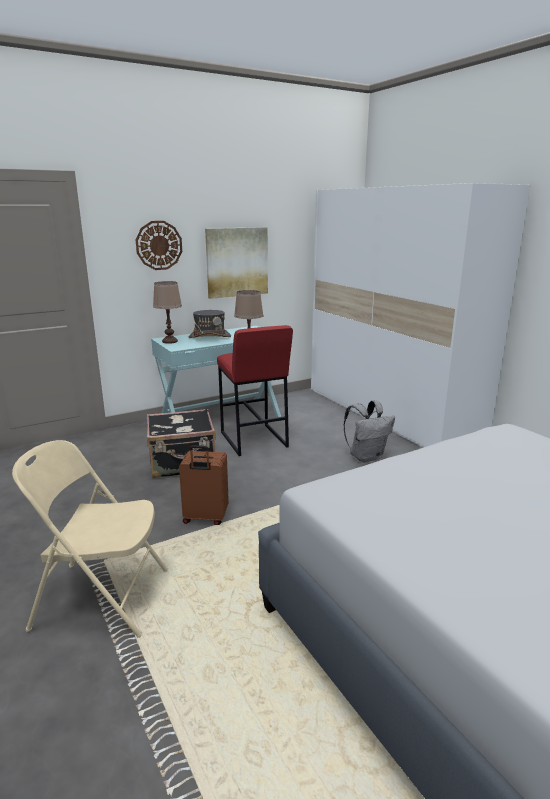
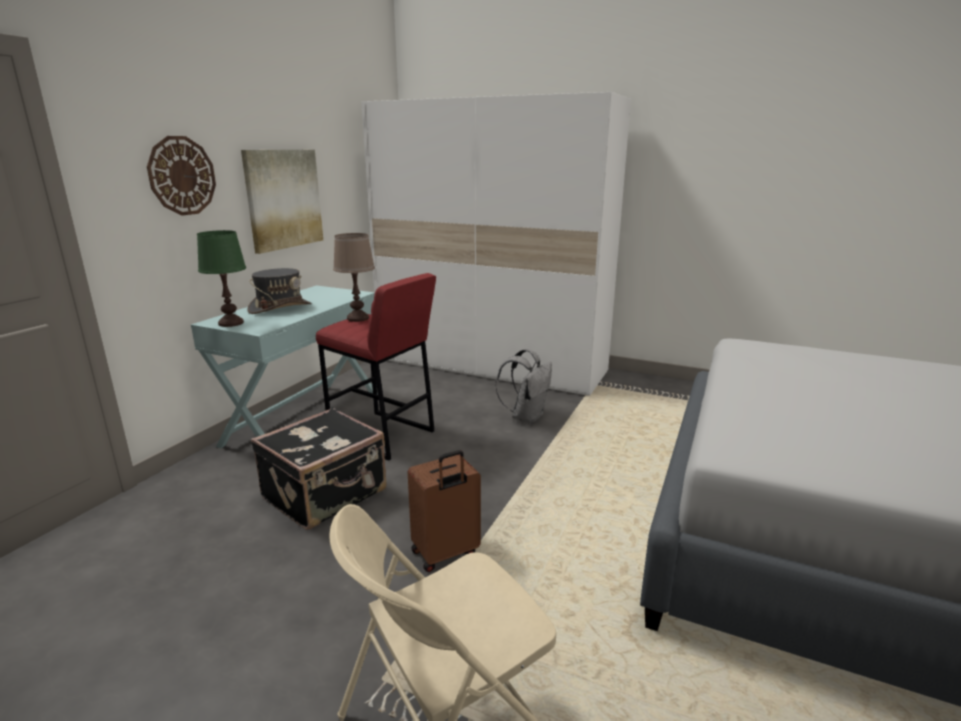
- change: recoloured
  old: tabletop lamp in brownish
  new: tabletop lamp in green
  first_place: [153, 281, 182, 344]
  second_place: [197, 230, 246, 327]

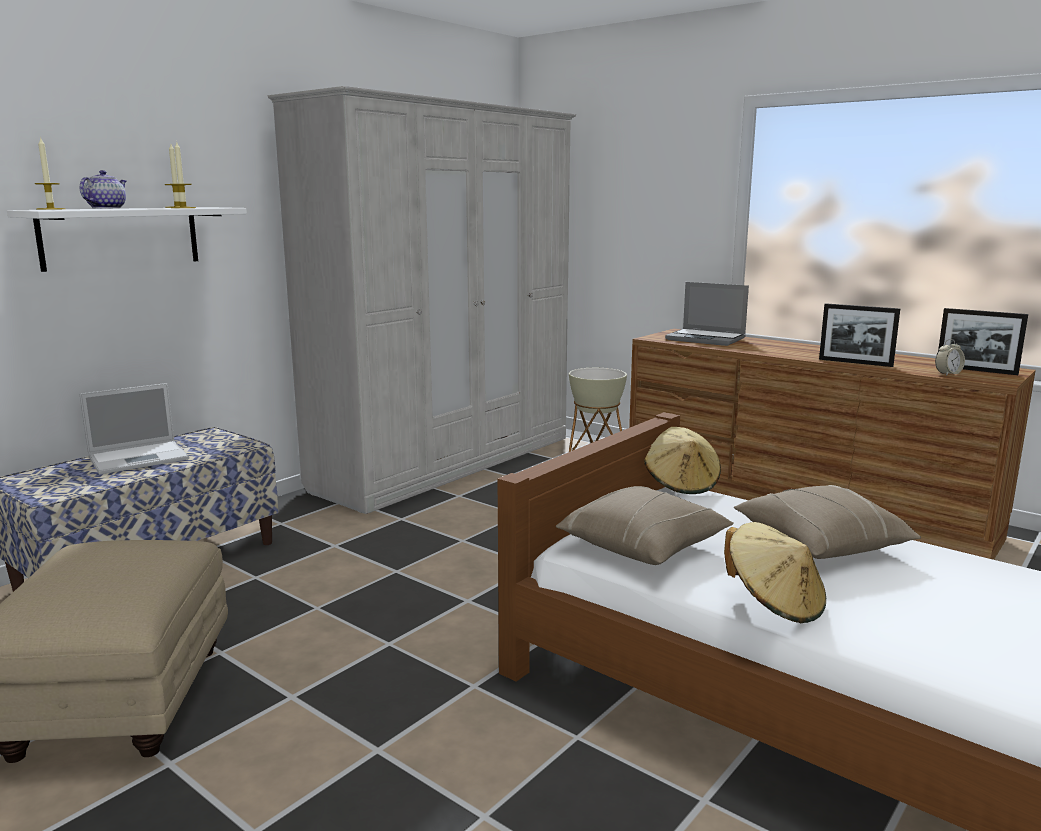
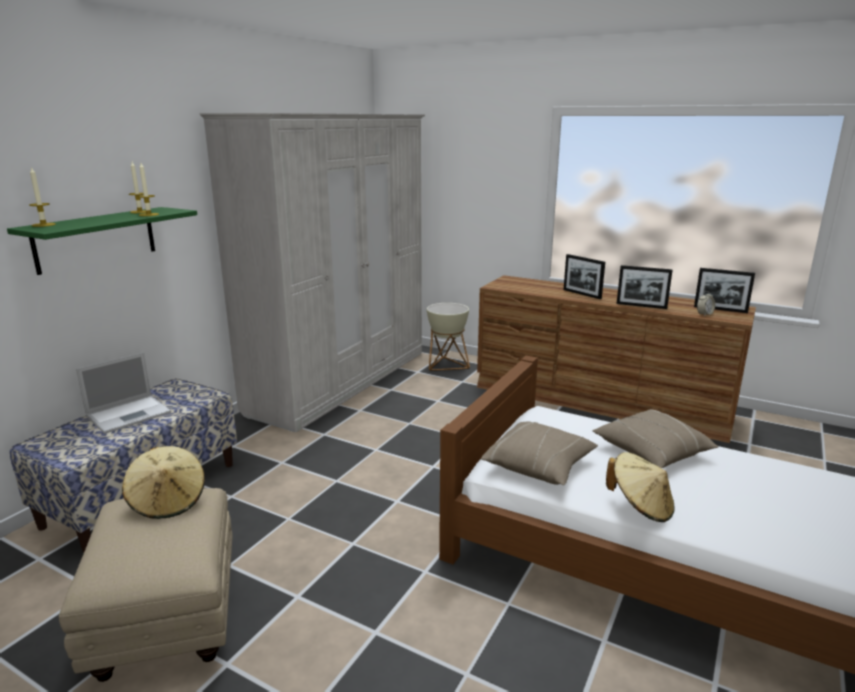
- change: removed
  old: teapot
  first_place: [80, 170, 126, 209]
- change: recoloured
  old: bracket shelf in white
  new: bracket shelf in green
  first_place: [7, 207, 247, 272]
  second_place: [7, 207, 197, 275]
- change: removed
  old: portable computer
  first_place: [665, 282, 749, 346]
- change: moved
  old: hat in sand-coloured
  first_place: [644, 427, 721, 494]
  second_place: [122, 446, 205, 519]
- change: added
  new: standing frame
  second_place: [564, 254, 605, 299]

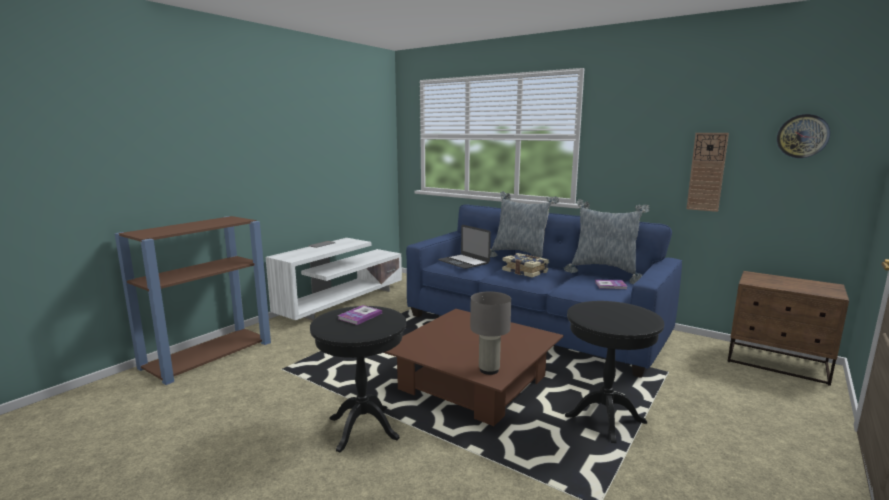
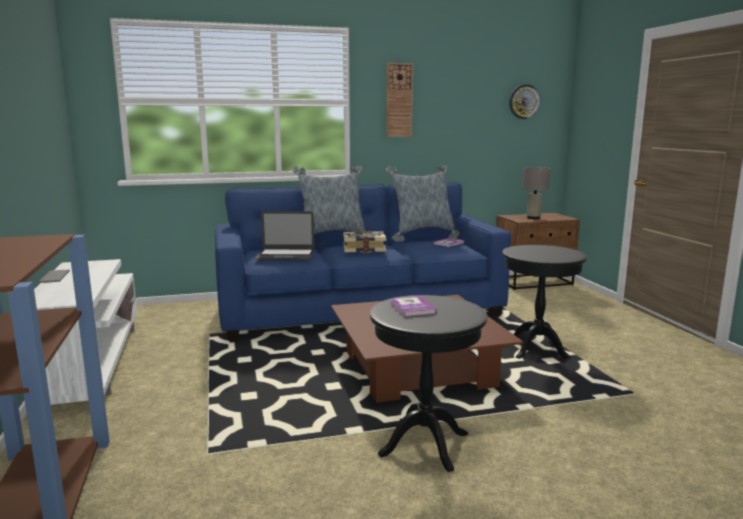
- change: moved
  old: clock on the wall
  first_place: [686, 133, 729, 212]
  second_place: [386, 63, 413, 137]
- change: moved
  old: tabletop lamp in gray
  first_place: [470, 291, 511, 375]
  second_place: [523, 167, 550, 219]

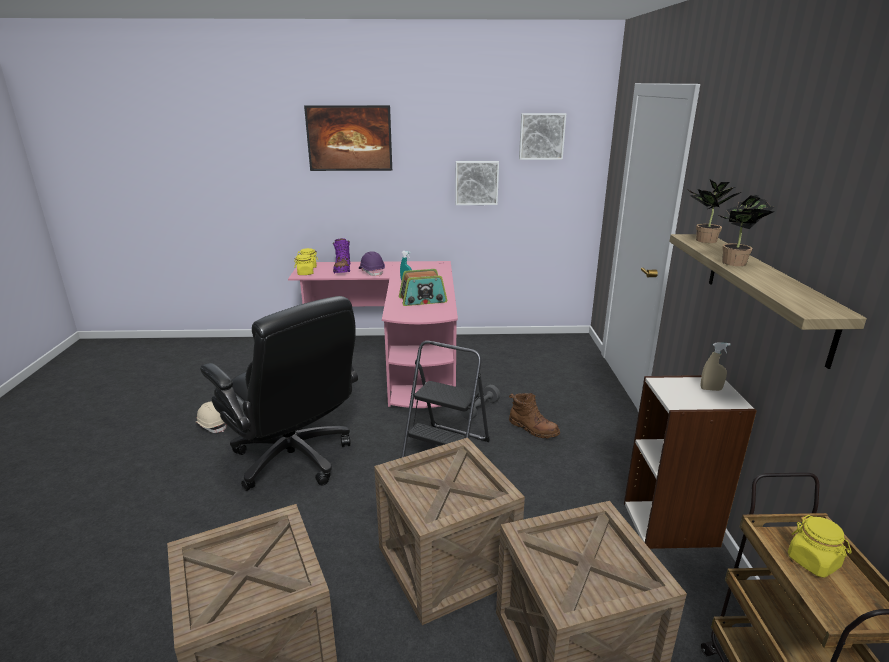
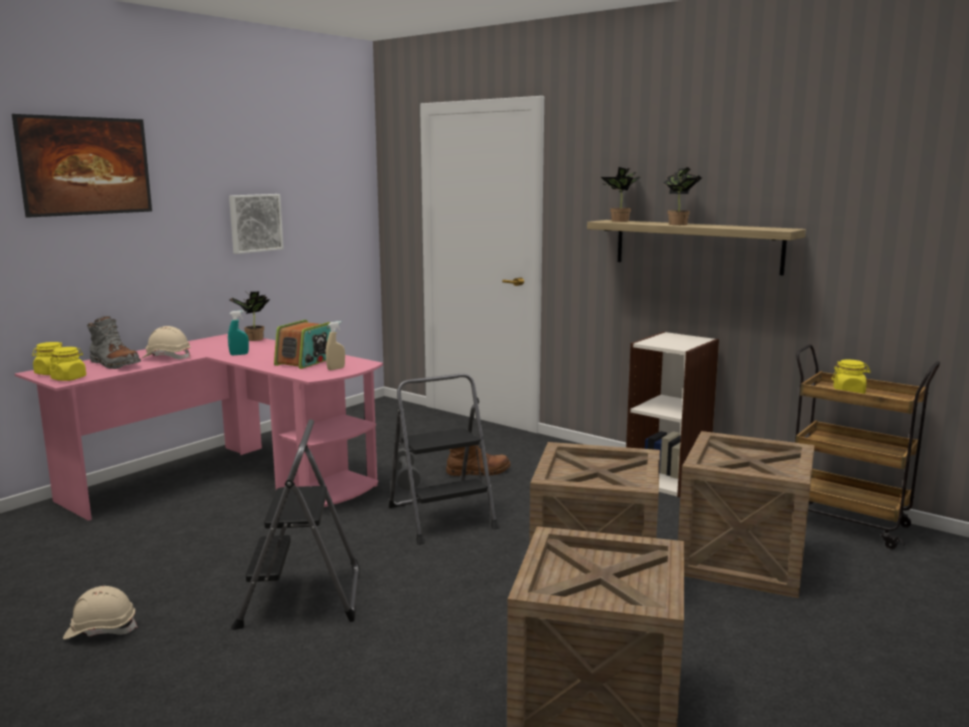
- change: removed
  old: wall art
  first_place: [519, 113, 566, 160]
- change: recoloured
  old: boot in purple-coloured
  new: boot in gray
  first_place: [333, 238, 350, 273]
  second_place: [87, 316, 141, 369]
- change: recoloured
  old: hard hat in purple-coloured
  new: hard hat in sand-coloured
  first_place: [359, 251, 385, 277]
  second_place: [142, 326, 191, 359]
- change: replaced
  old: desk chair in black-coloured
  new: step stool in black-coloured
  first_place: [200, 296, 358, 491]
  second_place: [231, 419, 360, 630]
- change: moved
  old: sprayer in sand-coloured
  first_place: [701, 342, 731, 391]
  second_place: [326, 321, 345, 370]
- change: added
  new: potted plant
  second_place: [230, 291, 270, 341]

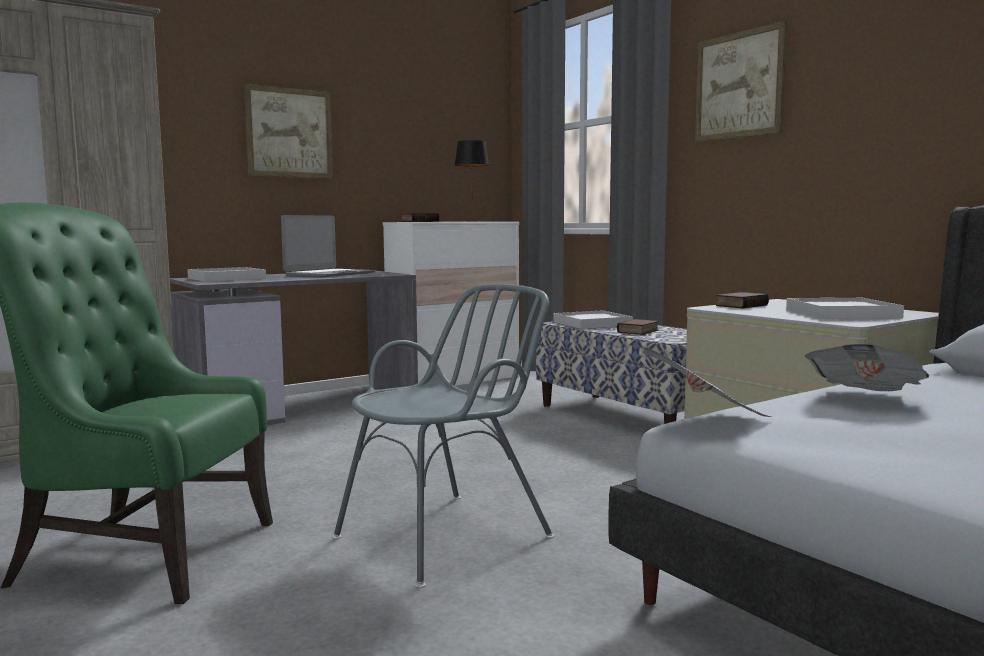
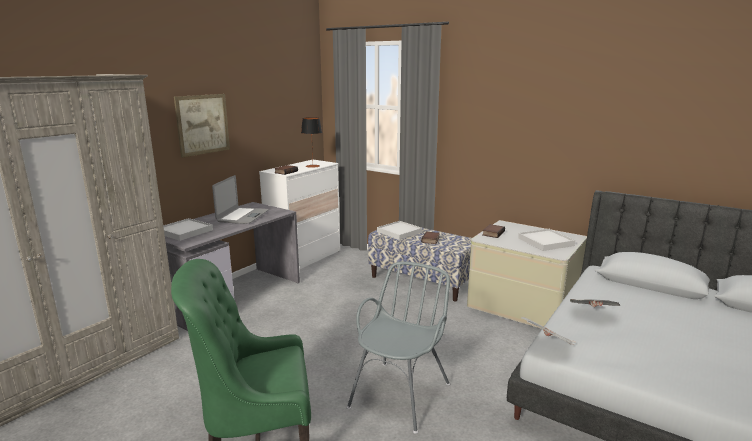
- change: removed
  old: wall art
  first_place: [695, 21, 787, 143]

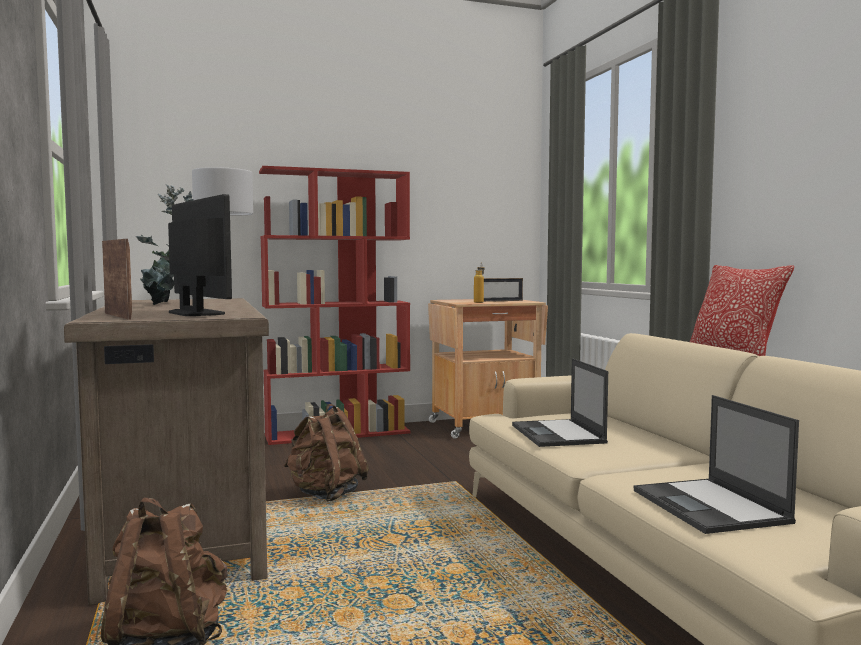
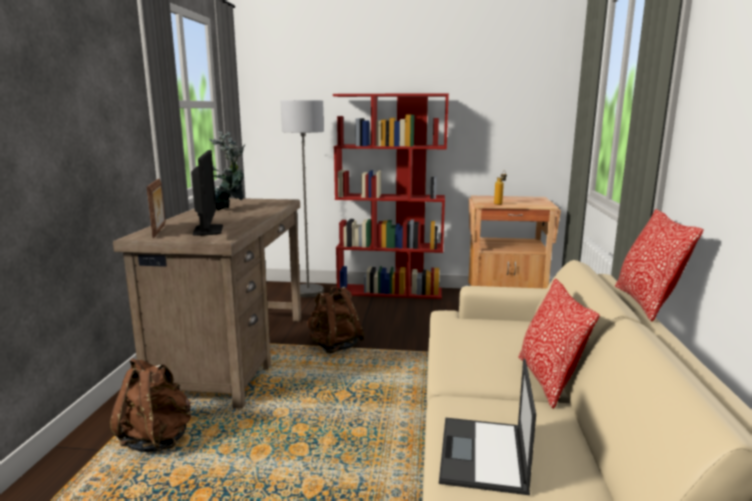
- change: removed
  old: standing frame
  first_place: [484, 278, 523, 302]
- change: removed
  old: portable computer
  first_place: [512, 358, 608, 447]
- change: added
  new: cushion
  second_place: [518, 279, 600, 409]

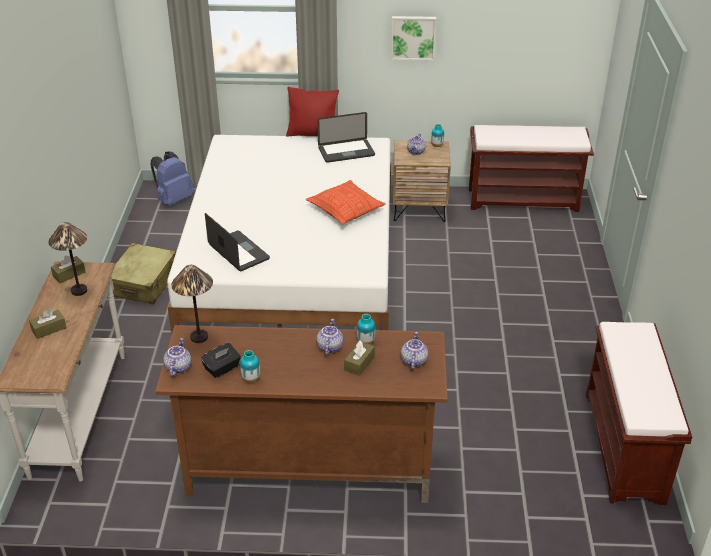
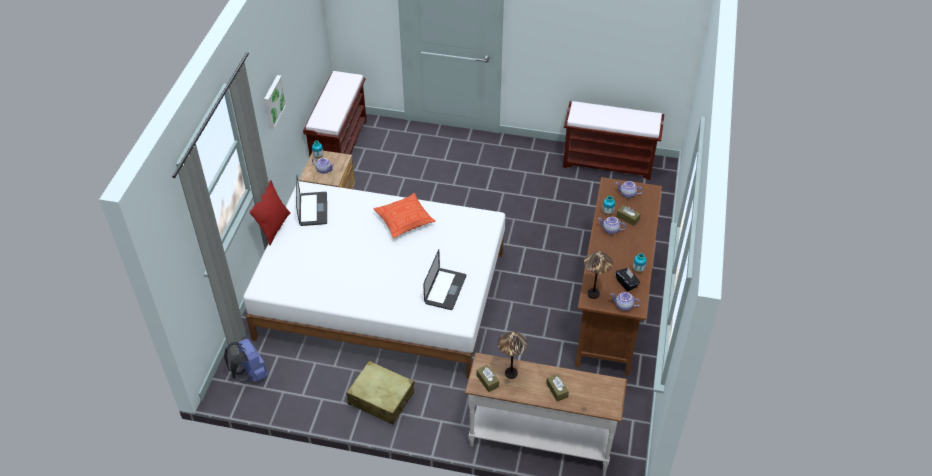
- change: turned
  old: portable computer
  first_place: [205, 213, 270, 271]
  second_place: [423, 250, 466, 310]
  degrees: 135

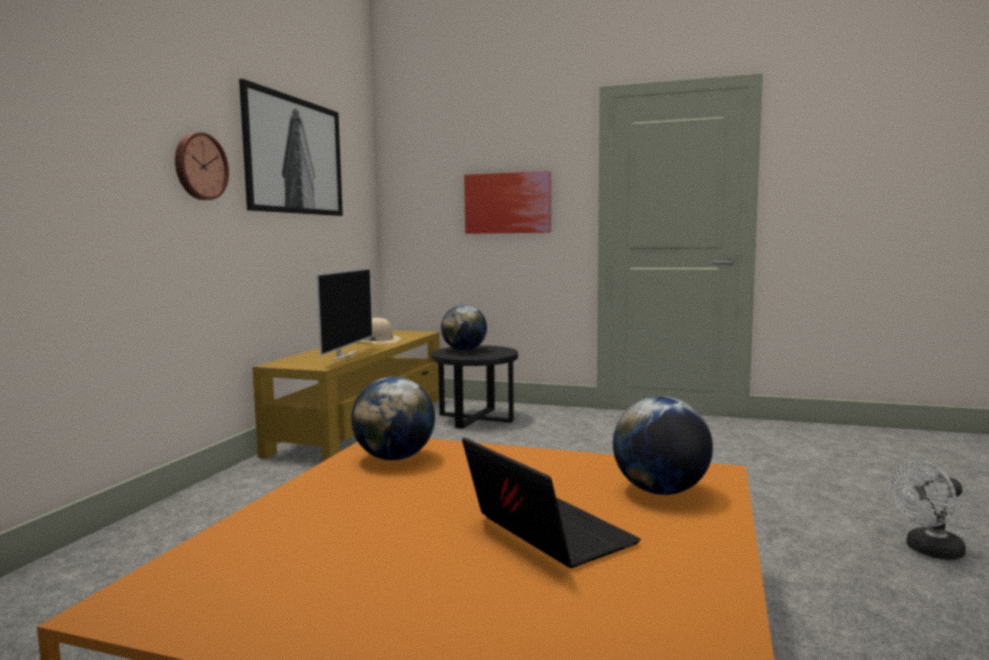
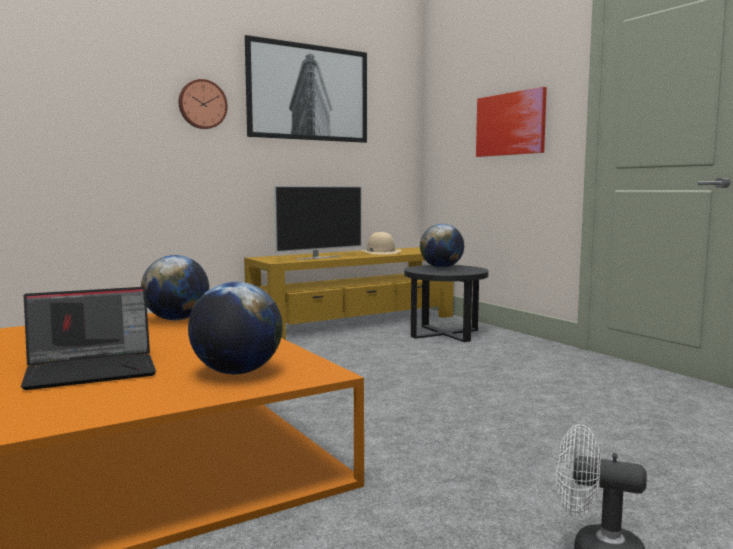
- change: turned
  old: portable computer
  first_place: [462, 437, 641, 568]
  second_place: [21, 287, 156, 390]
  degrees: 60

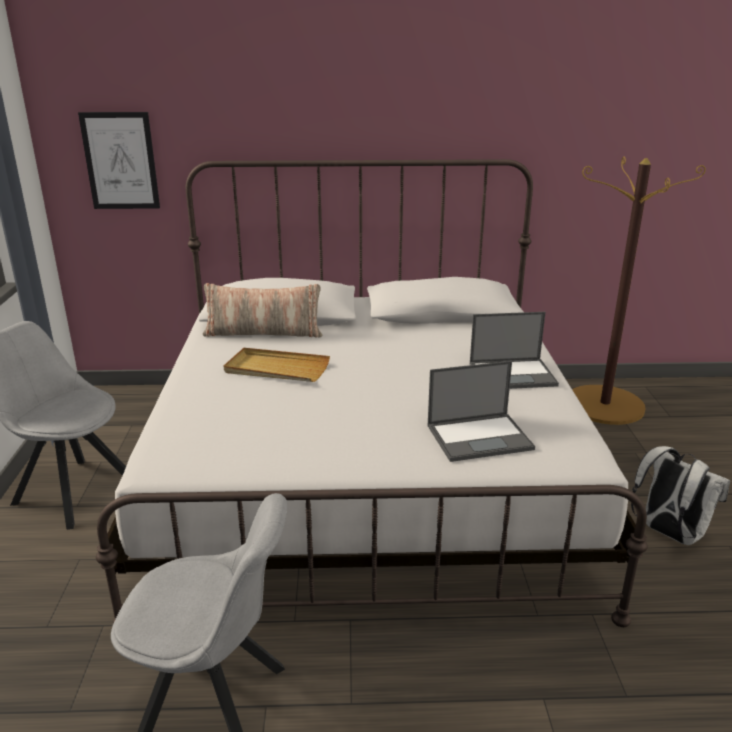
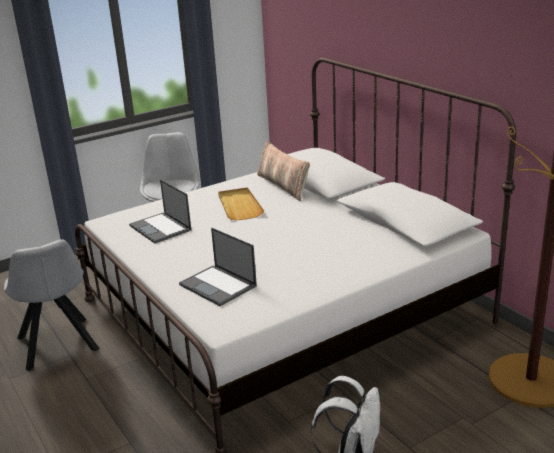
- change: removed
  old: wall art
  first_place: [78, 112, 160, 209]
- change: moved
  old: portable computer
  first_place: [470, 312, 559, 389]
  second_place: [129, 179, 192, 244]

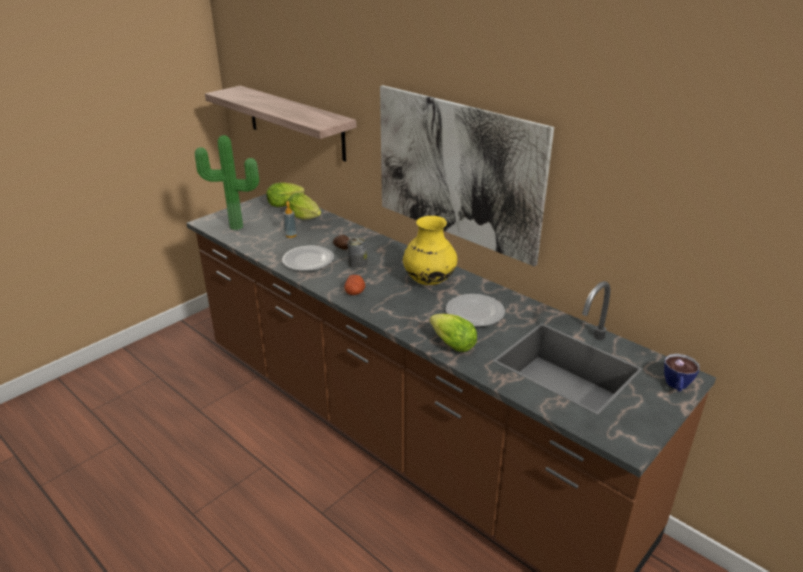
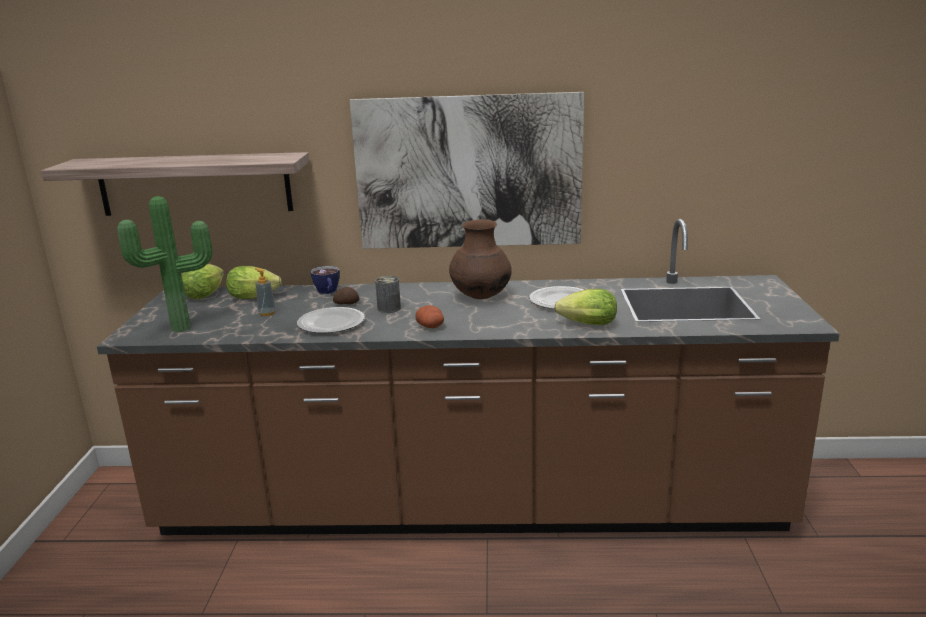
- change: recoloured
  old: vase in yellowish
  new: vase in brownish
  first_place: [403, 216, 457, 285]
  second_place: [449, 219, 512, 299]
- change: moved
  old: drinking cup
  first_place: [664, 354, 700, 392]
  second_place: [310, 266, 340, 294]

